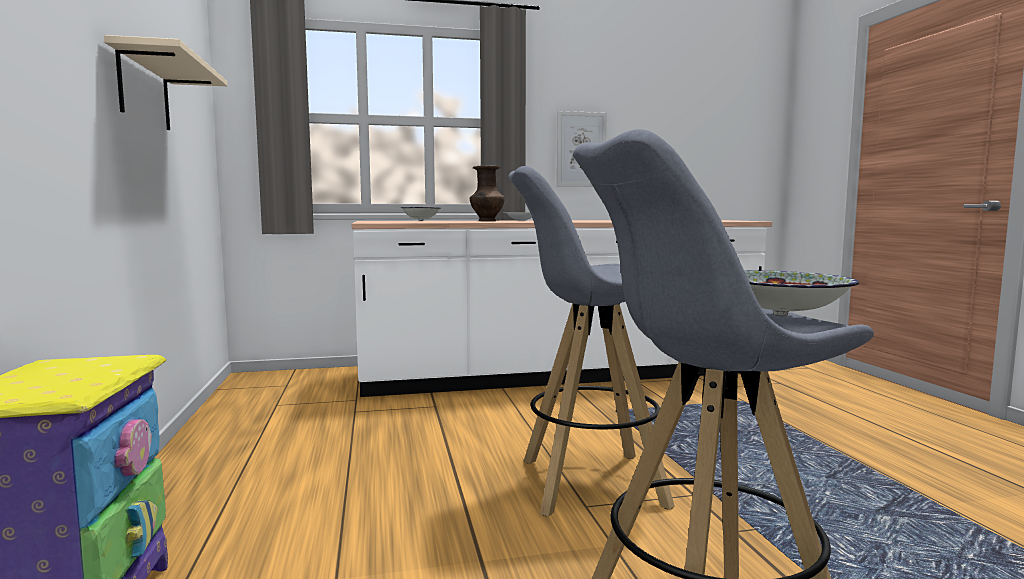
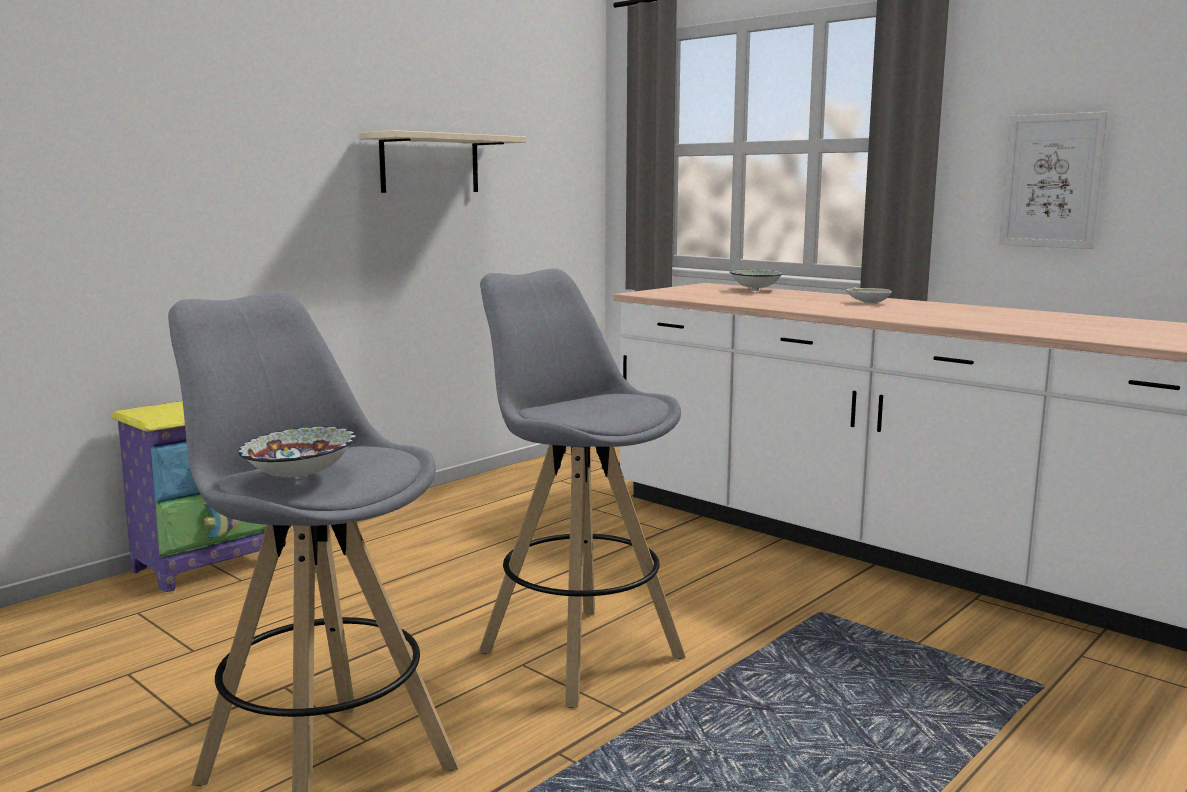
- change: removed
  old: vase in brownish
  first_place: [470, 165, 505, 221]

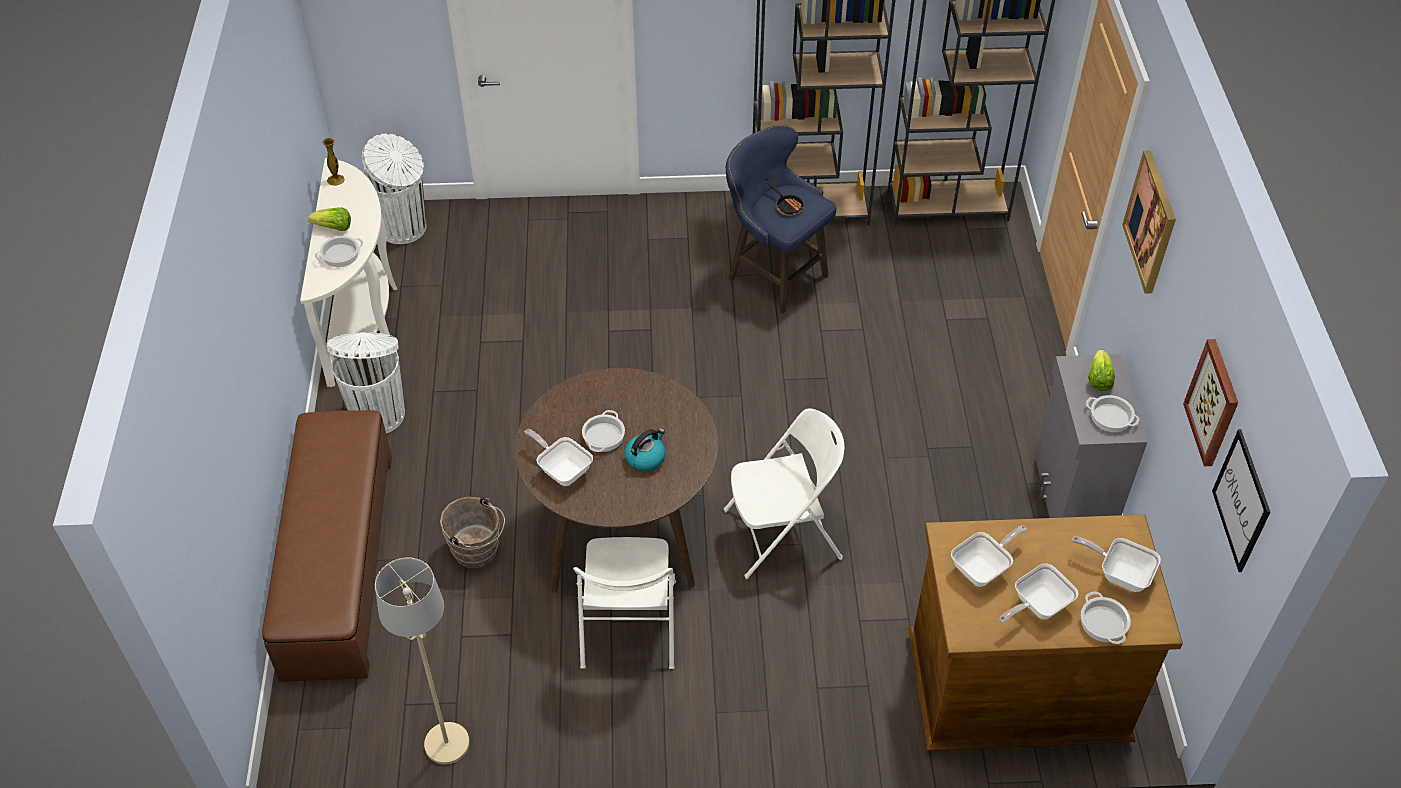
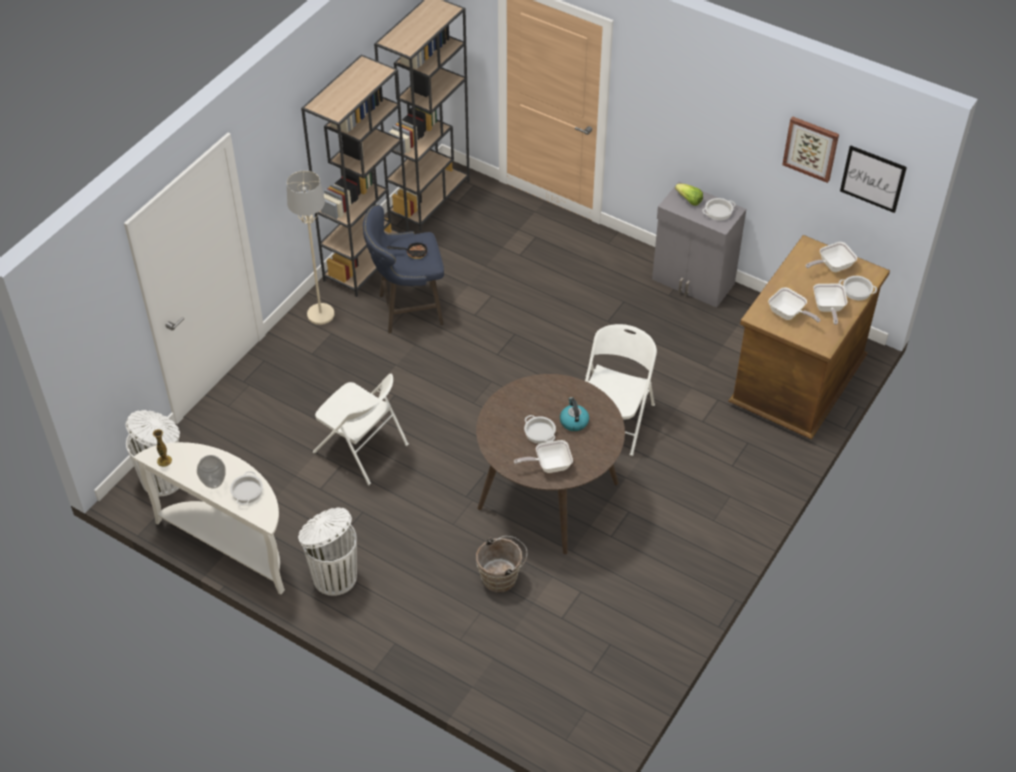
- change: removed
  old: wall art
  first_place: [1122, 151, 1176, 294]
- change: replaced
  old: lettuce
  new: vase
  first_place: [308, 207, 351, 231]
  second_place: [197, 455, 226, 488]
- change: removed
  old: bench in brownish
  first_place: [262, 410, 392, 682]
- change: turned
  old: pan
  first_place: [951, 525, 1027, 587]
  second_place: [768, 287, 820, 323]
  degrees: 135
- change: moved
  old: upright chair in white
  first_place: [573, 537, 676, 669]
  second_place: [313, 374, 409, 486]
- change: moved
  old: floor lamp in sand-coloured
  first_place: [375, 558, 470, 765]
  second_place: [287, 170, 334, 325]

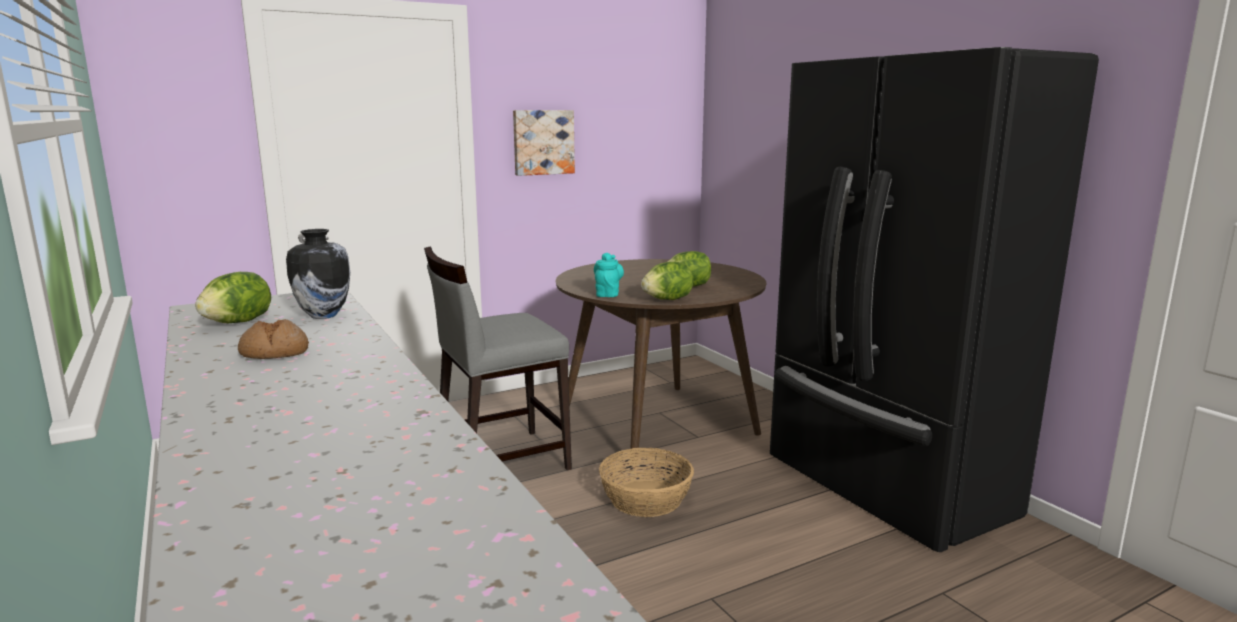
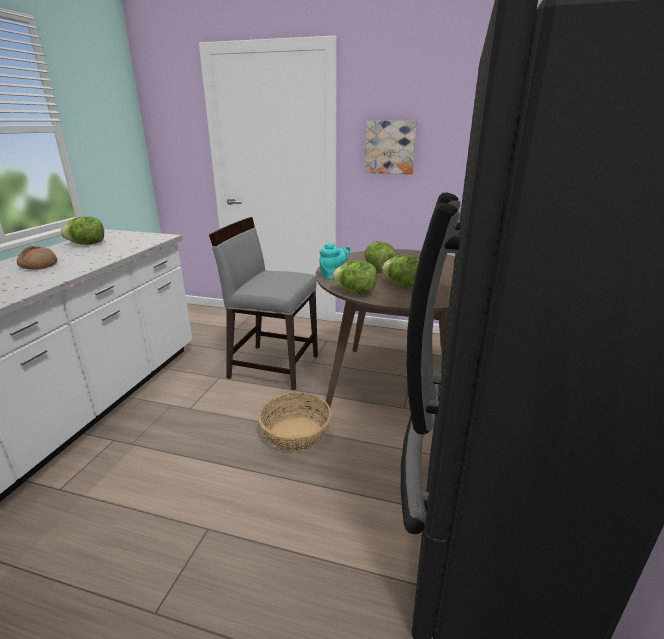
- change: removed
  old: vase
  first_place: [286, 229, 350, 319]
- change: added
  new: lettuce
  second_place: [365, 241, 396, 271]

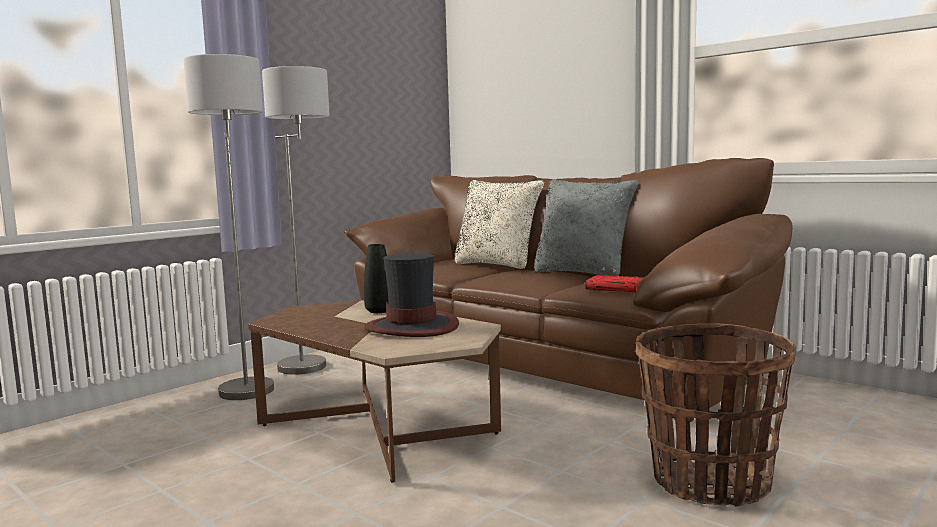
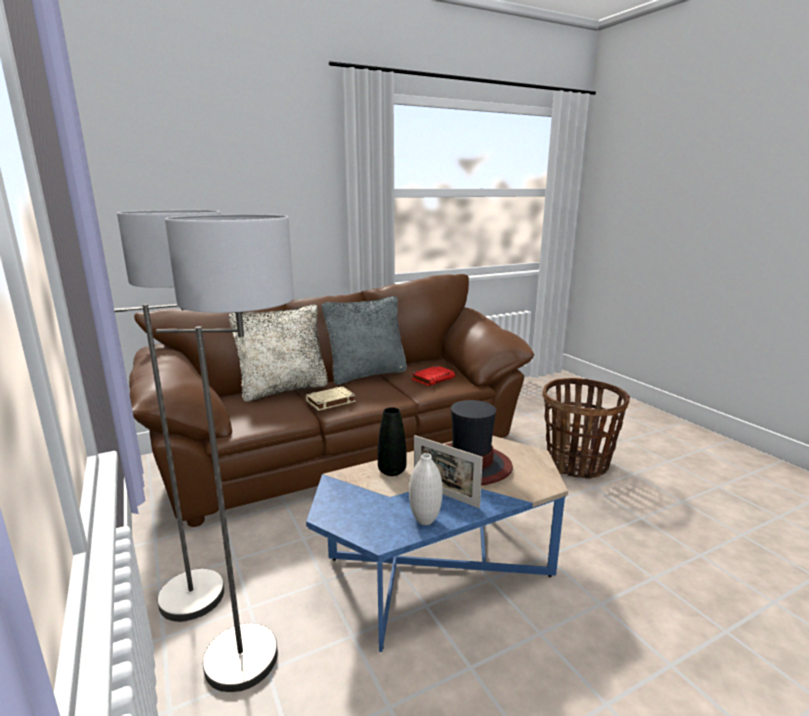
- change: recoloured
  old: lounge table in brownish
  new: lounge table in bluish
  first_place: [248, 300, 501, 483]
  second_place: [306, 436, 568, 652]
- change: added
  new: book in sand-coloured
  second_place: [306, 386, 356, 411]
- change: added
  new: standing frame
  second_place: [414, 435, 483, 508]
- change: added
  new: vase in white
  second_place: [409, 453, 443, 525]

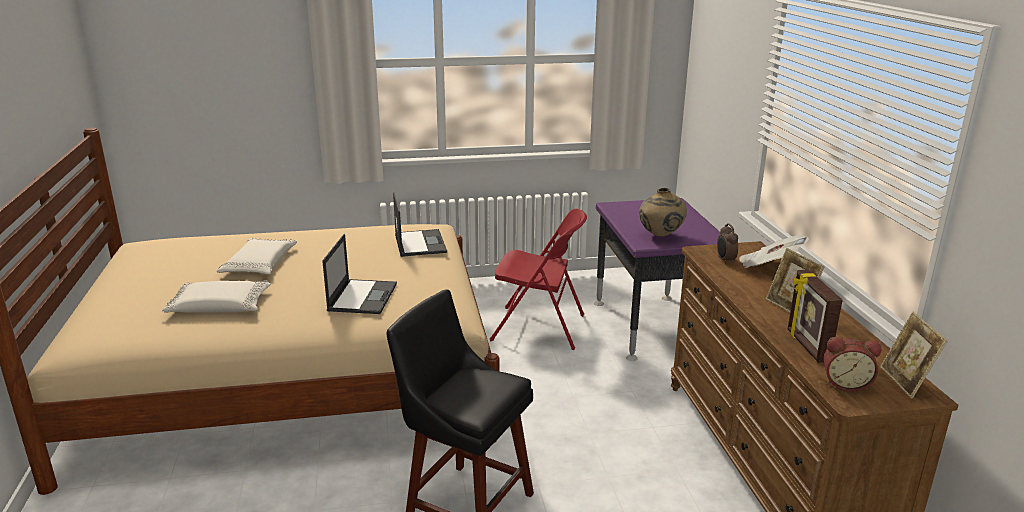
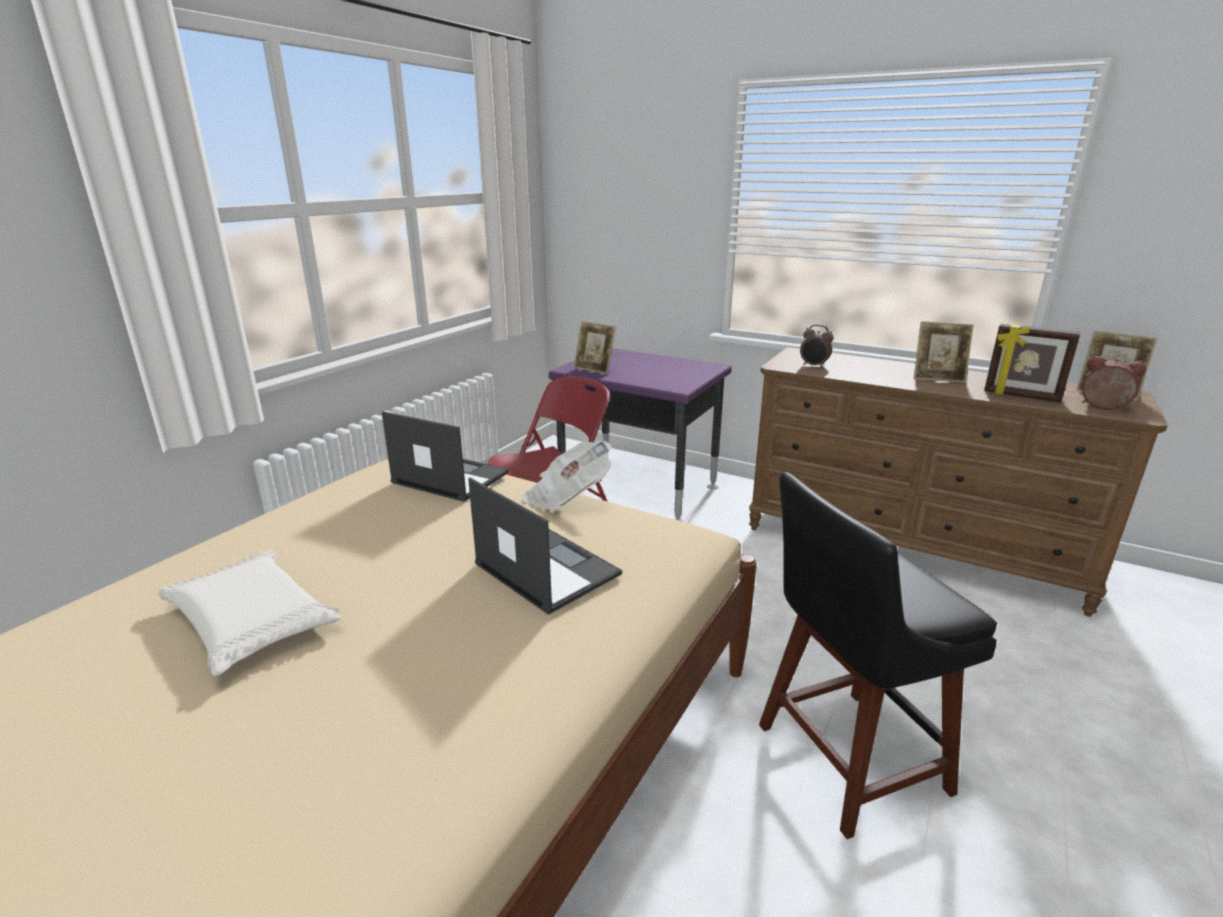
- change: removed
  old: vase in sand-coloured
  first_place: [639, 188, 687, 237]
- change: moved
  old: daily paper
  first_place: [739, 235, 809, 268]
  second_place: [522, 441, 612, 512]
- change: removed
  old: cushion in white
  first_place: [162, 280, 271, 313]
- change: turned
  old: bedside clock
  first_place: [823, 337, 882, 391]
  second_place: [1082, 355, 1147, 410]
  degrees: -105
- change: added
  new: standing frame
  second_place: [574, 321, 616, 374]

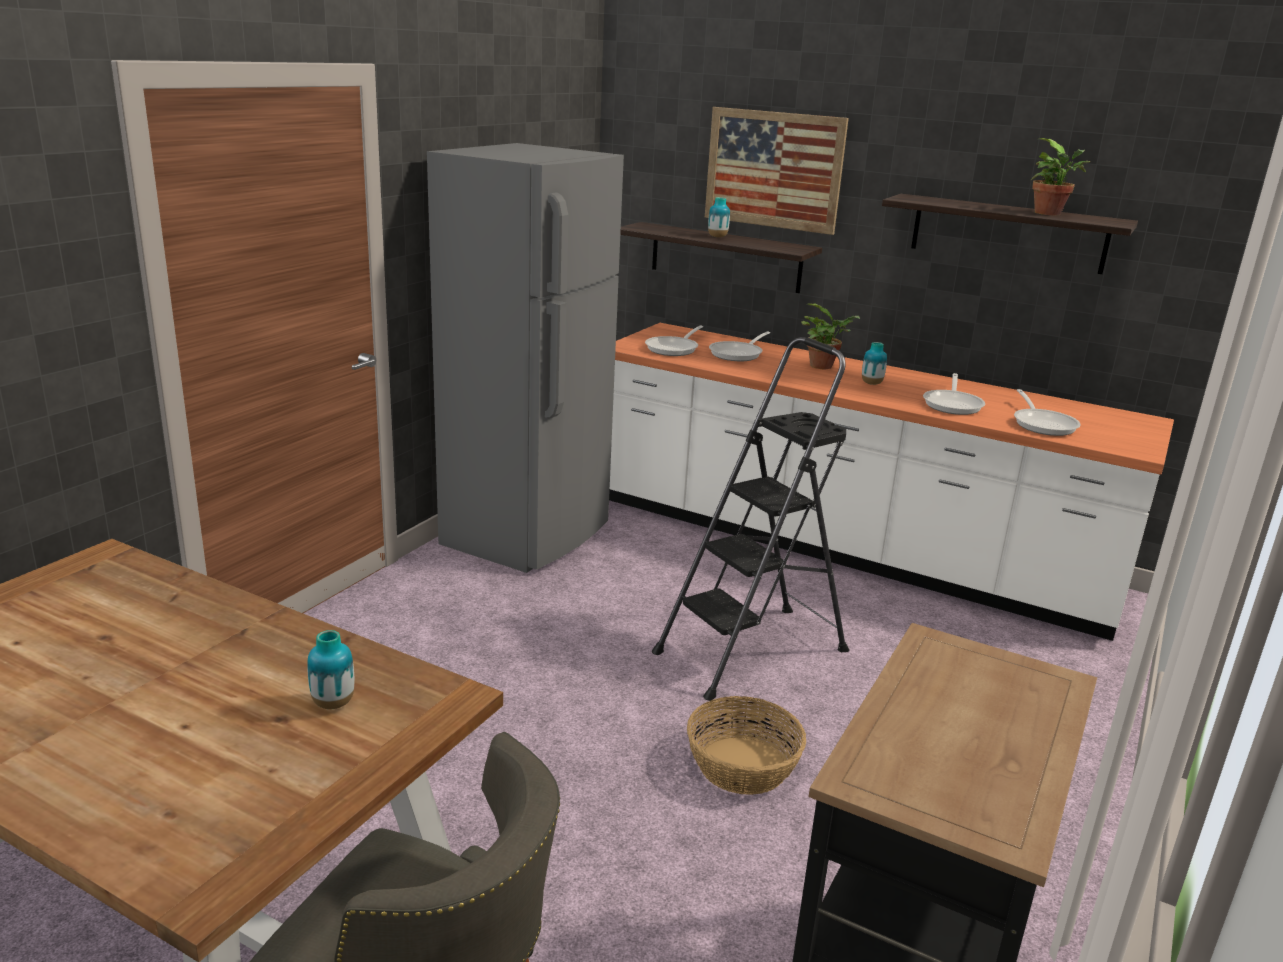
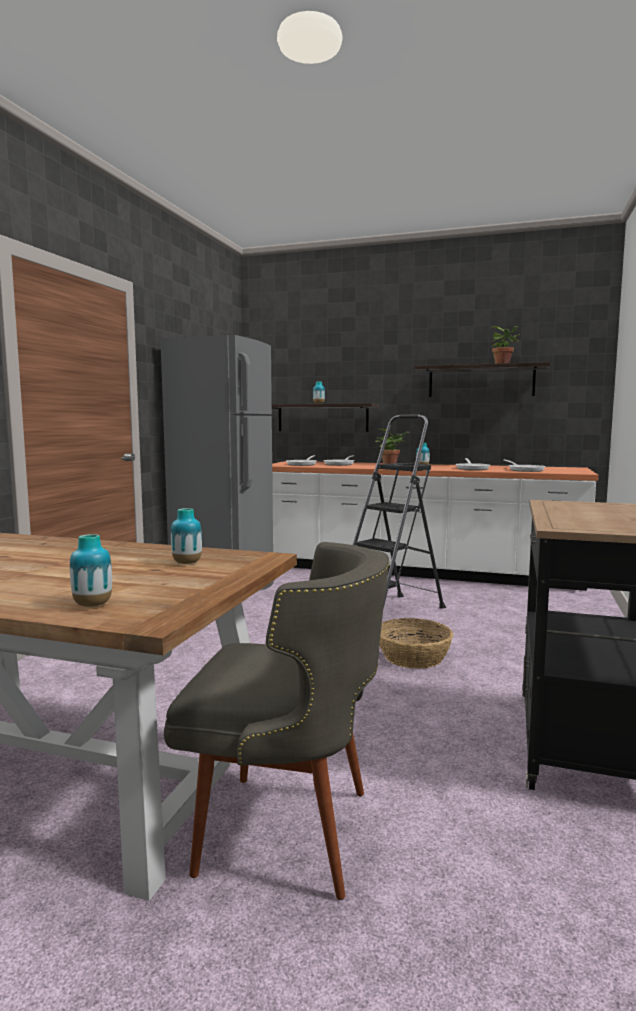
- change: removed
  old: wall art
  first_place: [705, 107, 849, 235]
- change: added
  new: vase
  second_place: [70, 534, 112, 607]

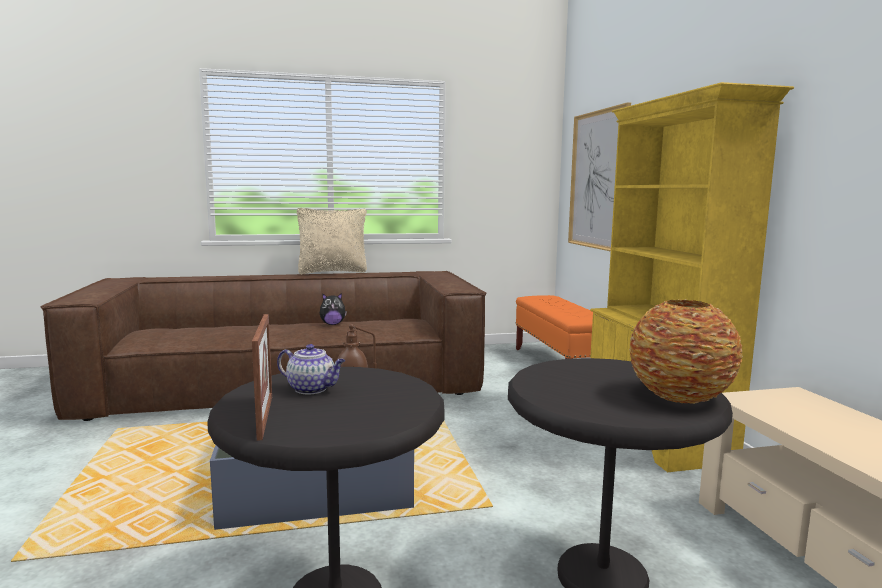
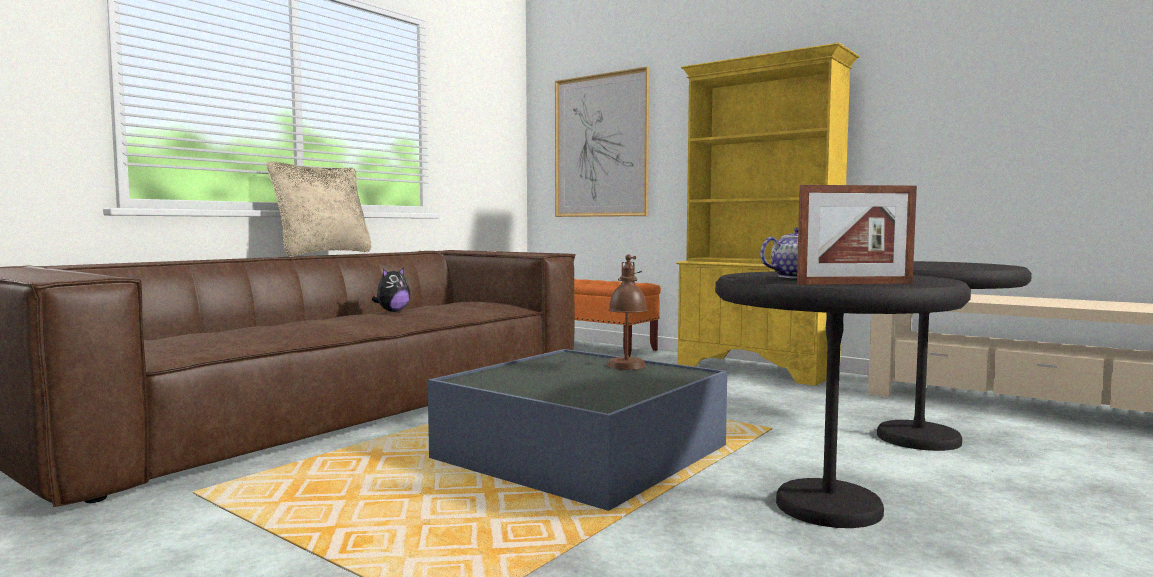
- change: removed
  old: vase
  first_place: [629, 299, 743, 404]
- change: turned
  old: standing frame
  first_place: [252, 314, 272, 441]
  second_place: [797, 185, 917, 285]
  degrees: 135

